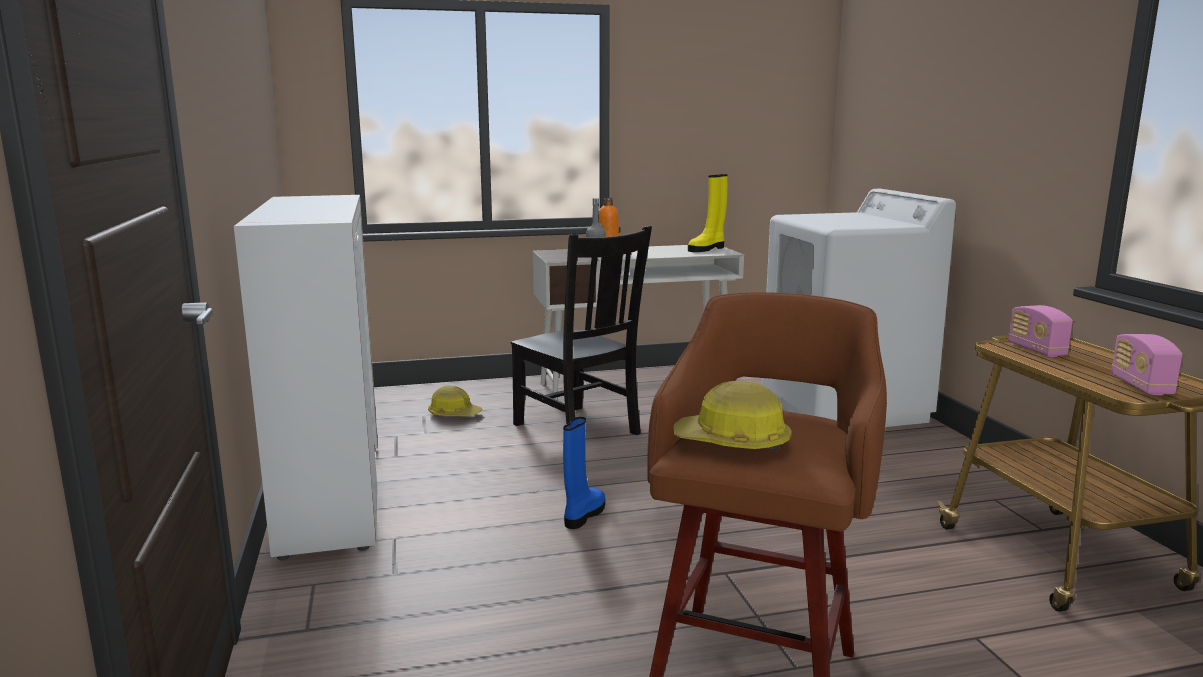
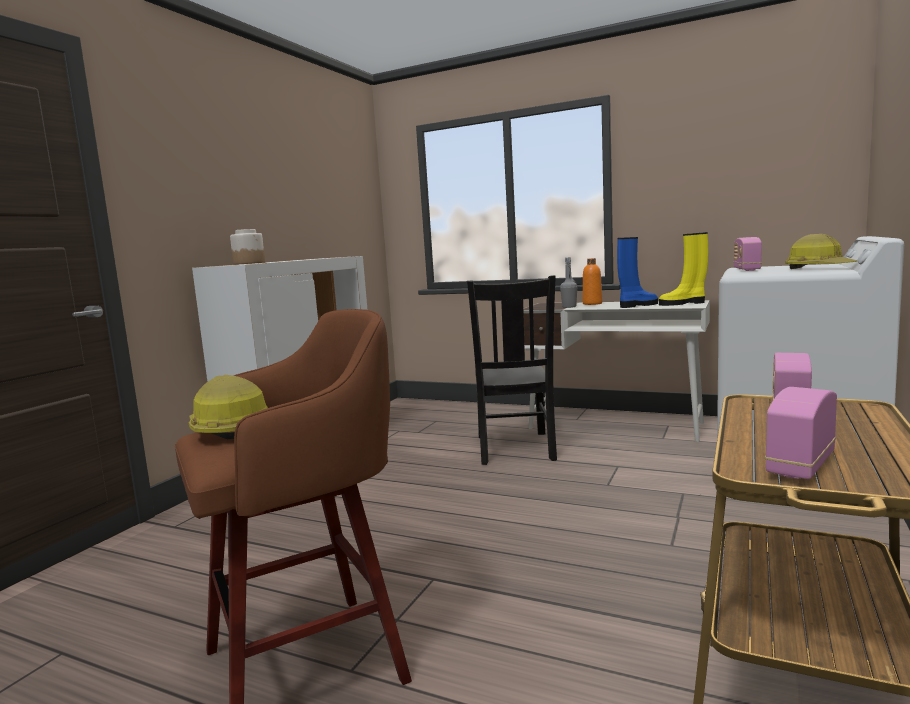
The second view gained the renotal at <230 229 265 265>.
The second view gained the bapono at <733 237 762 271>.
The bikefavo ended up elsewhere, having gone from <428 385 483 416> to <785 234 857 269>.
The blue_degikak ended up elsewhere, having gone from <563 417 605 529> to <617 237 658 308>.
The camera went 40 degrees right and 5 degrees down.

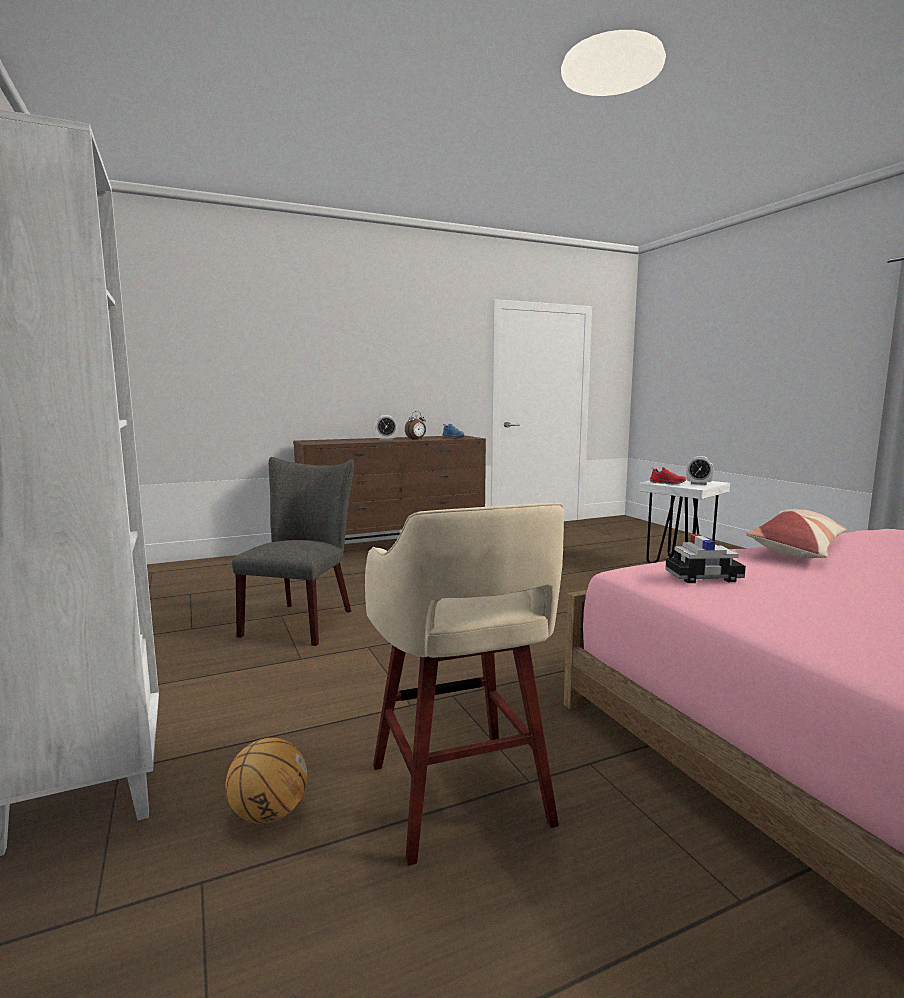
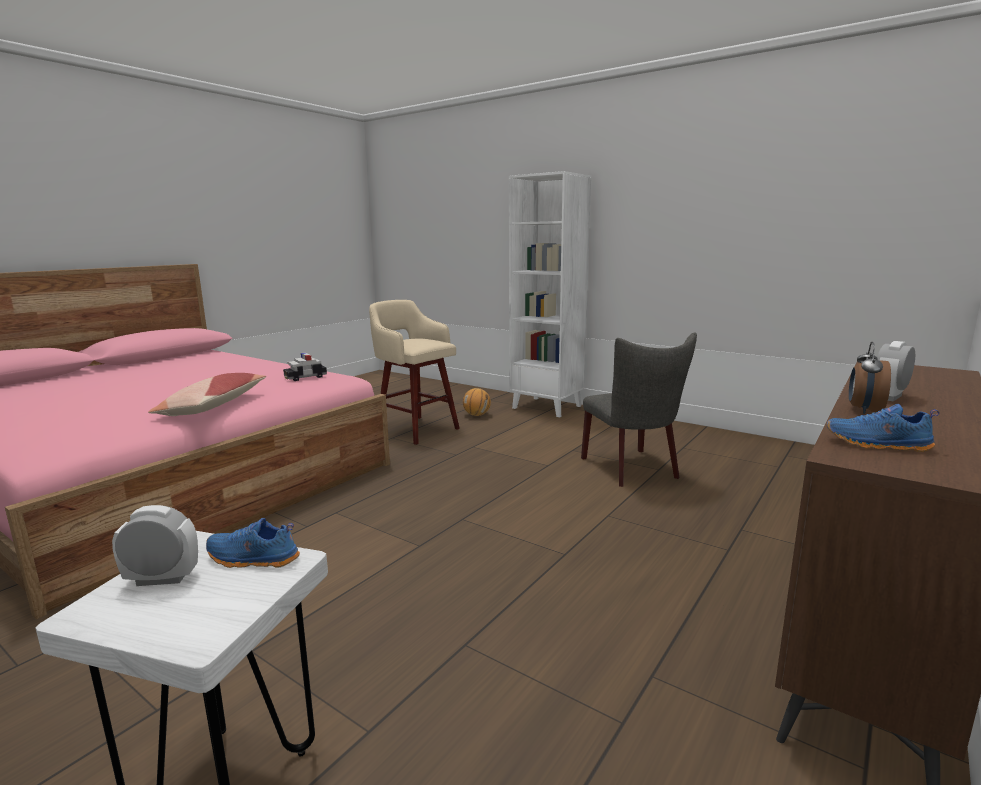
What was the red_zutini at <649 467 686 485> turned into the blue_zutini at <206 518 300 568>.
The camera went 150 degrees right and 5 degrees up.

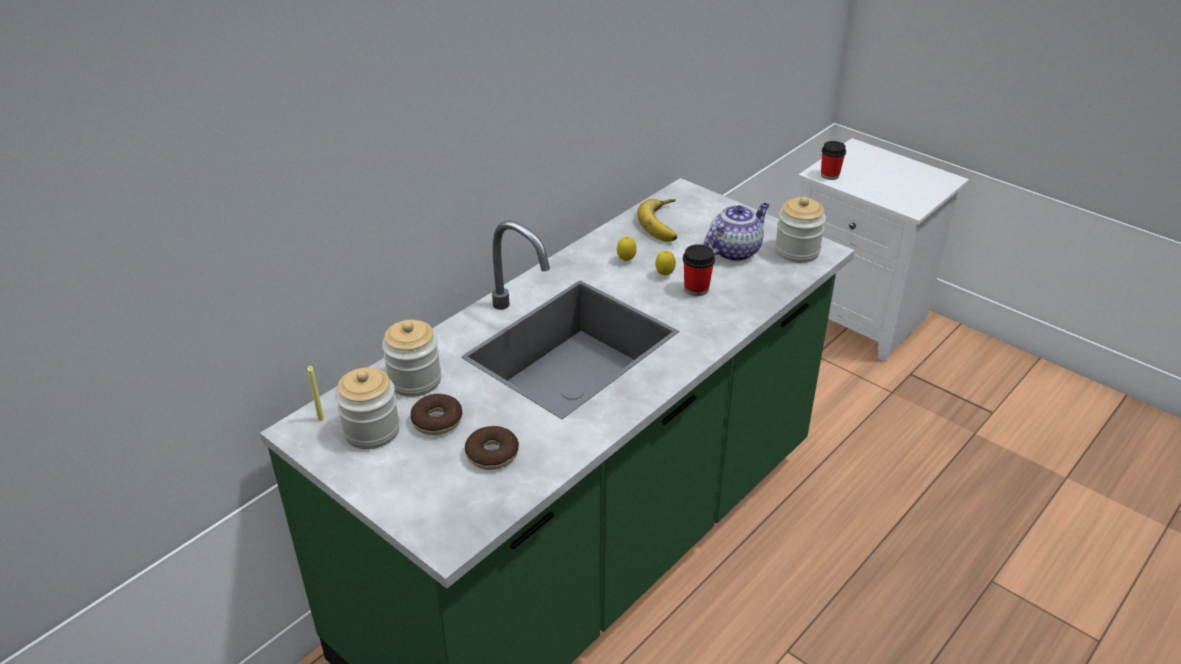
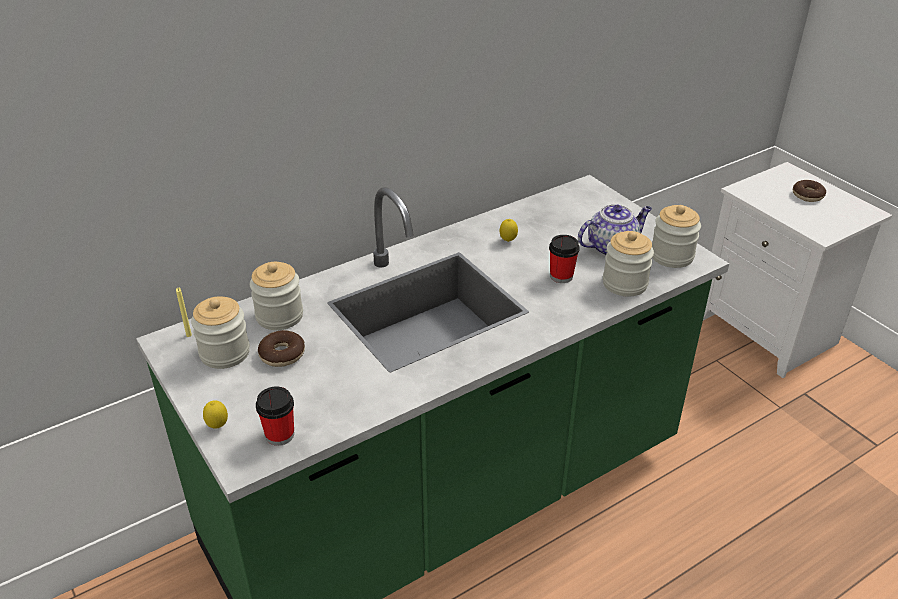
The second view lost the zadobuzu at <637 199 677 242>.
The second view gained the renotal at <603 231 654 297>.
The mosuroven ended up elsewhere, having gone from <465 426 519 470> to <793 180 826 202>.
The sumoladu ended up elsewhere, having gone from <655 251 676 276> to <203 400 228 428>.
The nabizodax ended up elsewhere, having gone from <821 141 846 180> to <256 386 294 446>.
The camera went 15 degrees right and 0 degrees up.

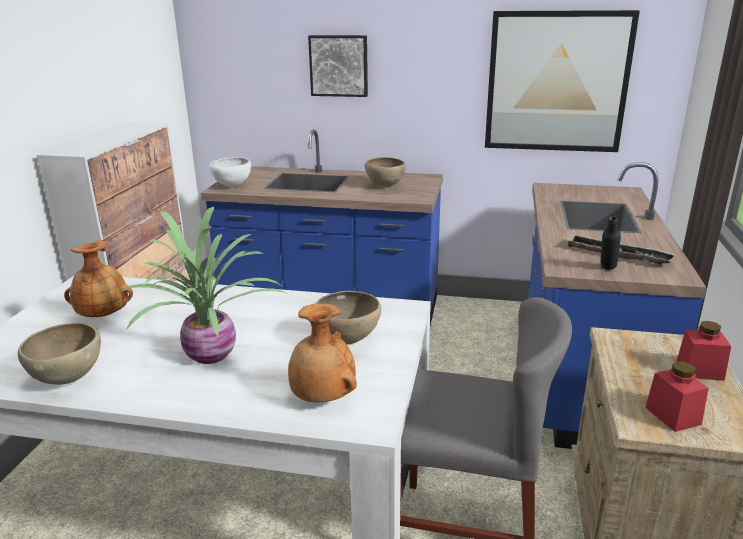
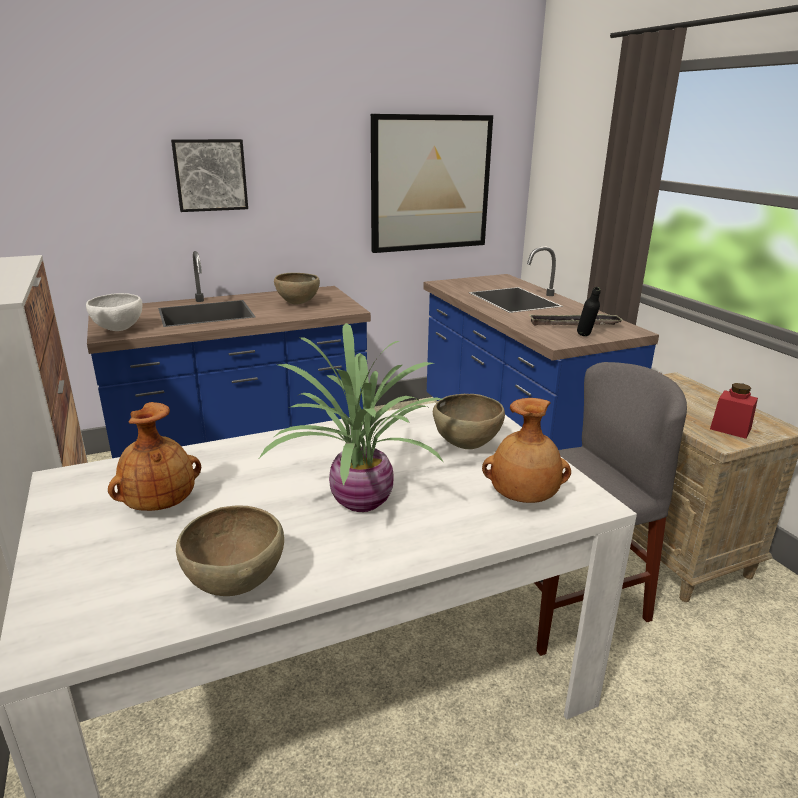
The second view lost the red_renotal at <677 321 731 381>.
The camera went 35 degrees left and 0 degrees up.

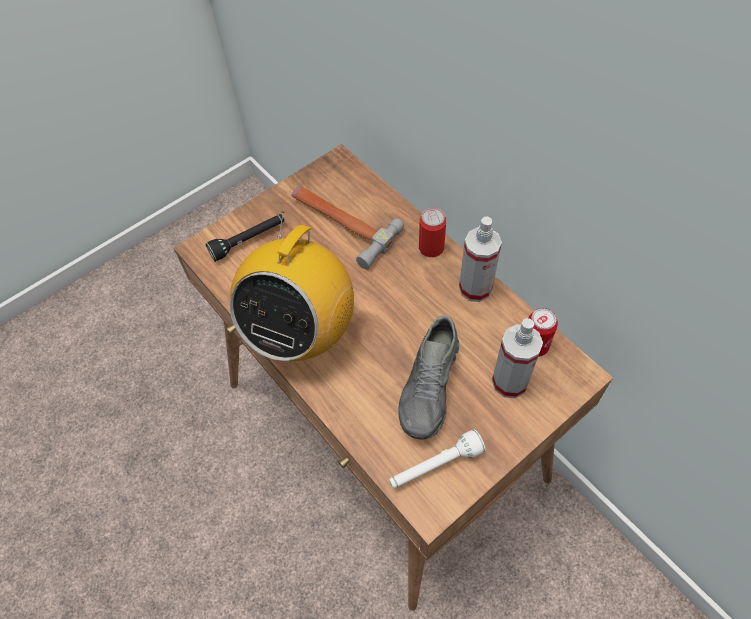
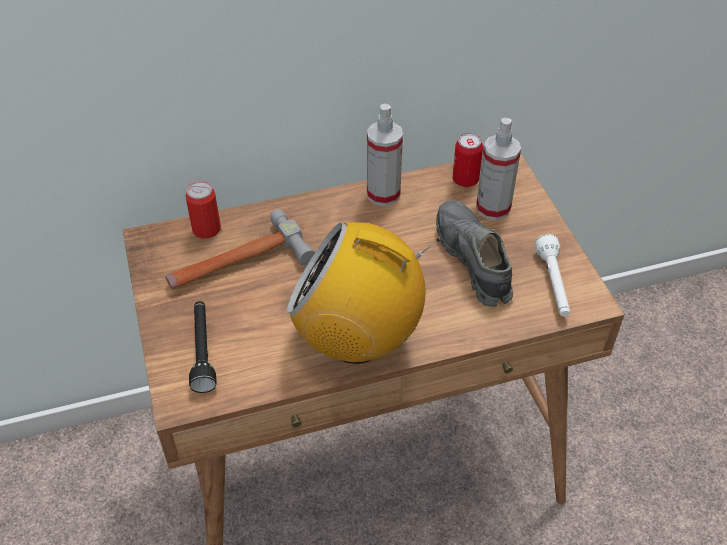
The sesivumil ended up elsewhere, having gone from <419 208 446 257> to <185 181 221 239>.
The bapono at <230 212 354 361> ended up facing another way, 150 degrees clockwise from before.
The grey_zutini at <399 315 459 440> ended up facing another way, 150 degrees counterclockwise from before.
The camera went 70 degrees left and 10 degrees down.

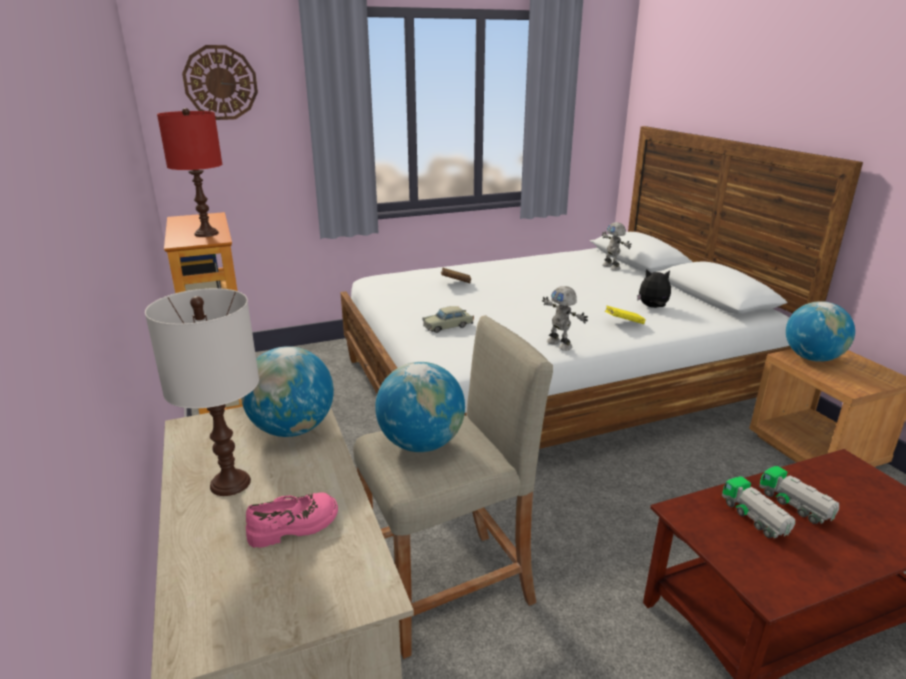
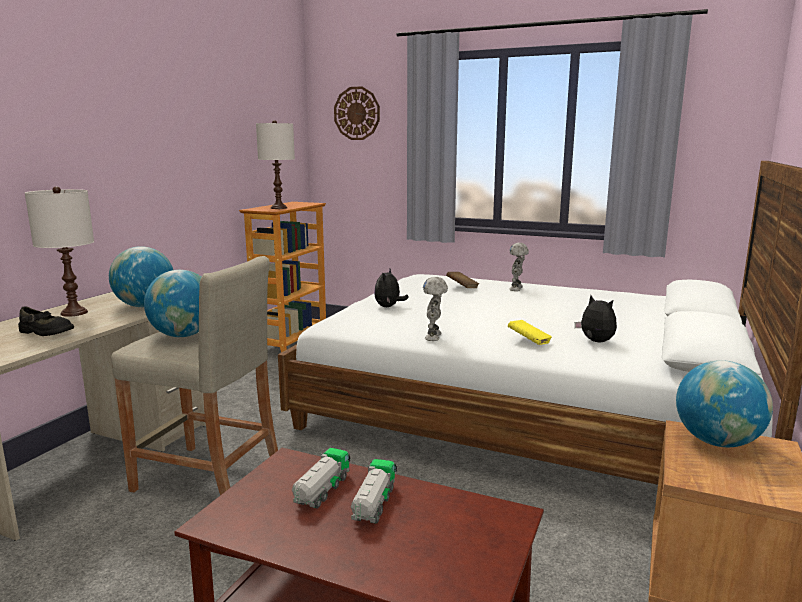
The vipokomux ended up elsewhere, having gone from <602 222 632 271> to <509 243 529 291>.
Where the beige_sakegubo stood at <422 306 474 333>, the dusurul came to stand at <374 269 409 307>.
What was the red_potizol at <157 108 222 237> turned into the white_potizol at <256 120 295 209>.
What was the pink_zutini at <246 492 338 548> turned into the black_zutini at <18 306 74 336>.
The camera went 45 degrees right and 10 degrees down.

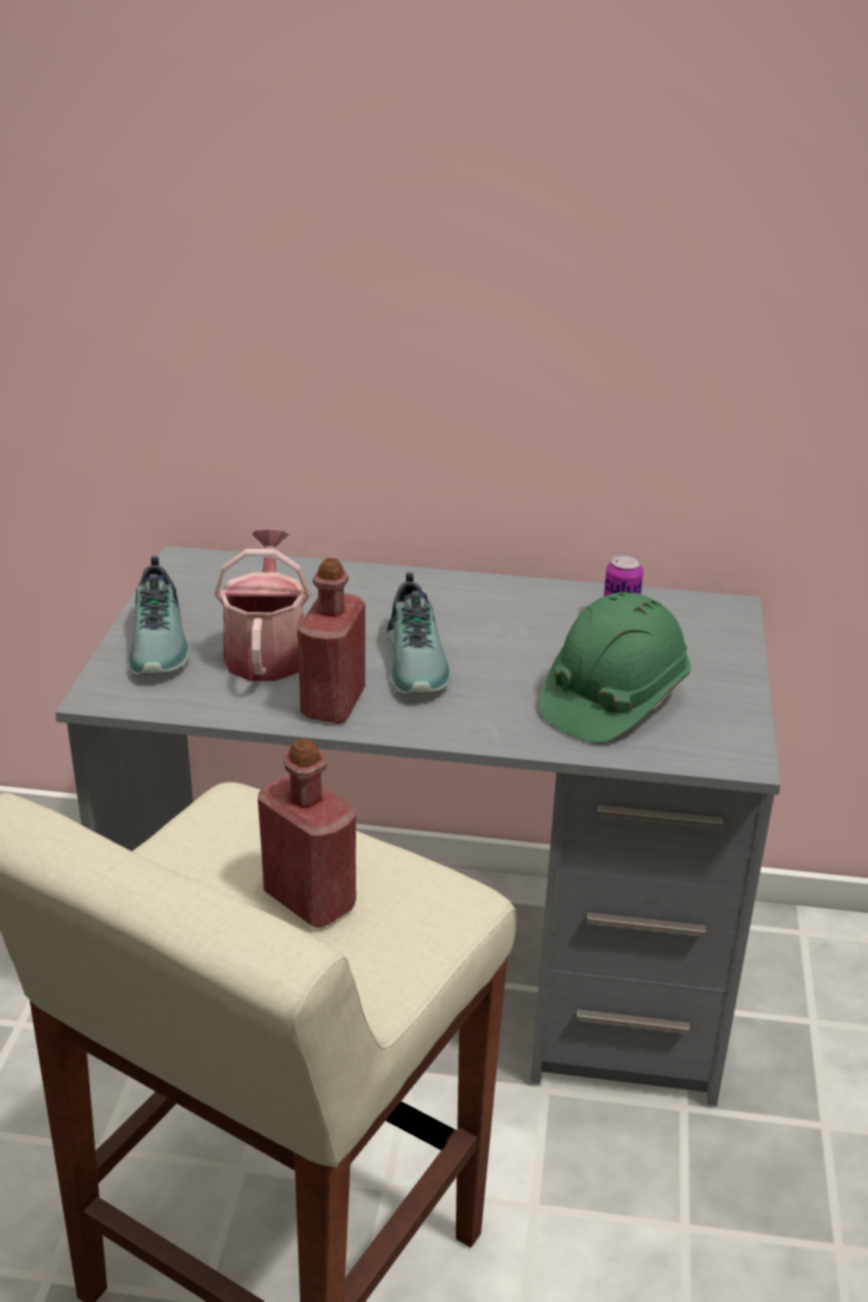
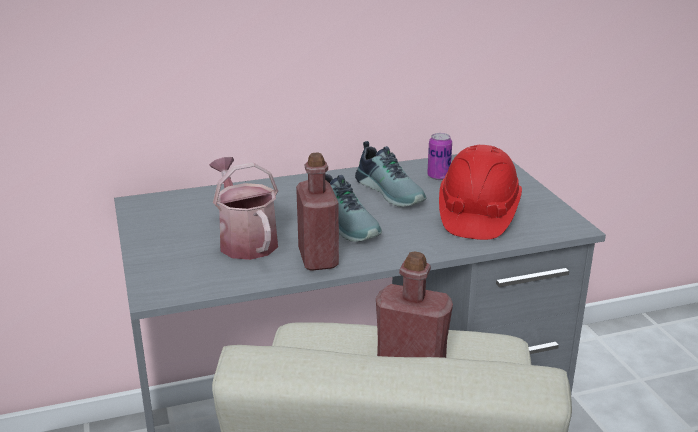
The zutini ended up elsewhere, having gone from <128 556 191 676> to <355 141 427 207>.
What was the green_bikefavo at <540 592 691 743> turned into the red_bikefavo at <439 145 522 240>.
The camera went 25 degrees left and 5 degrees down.

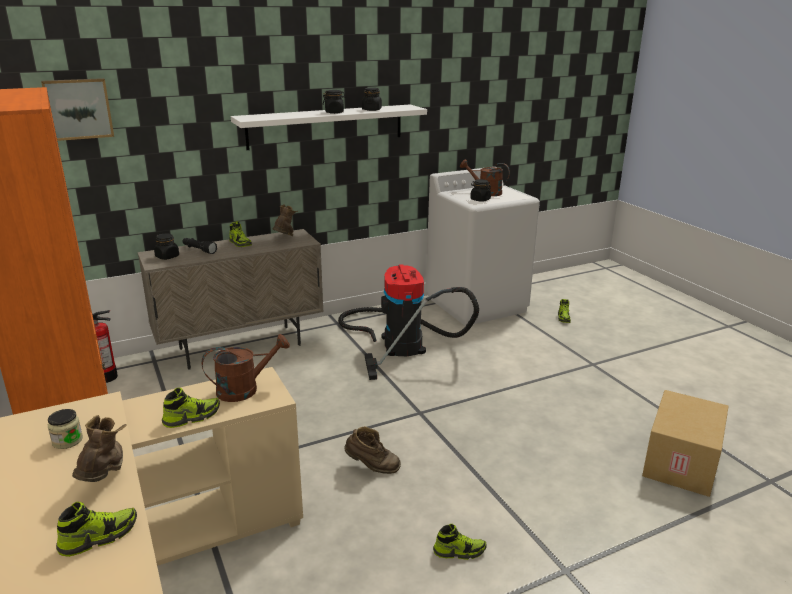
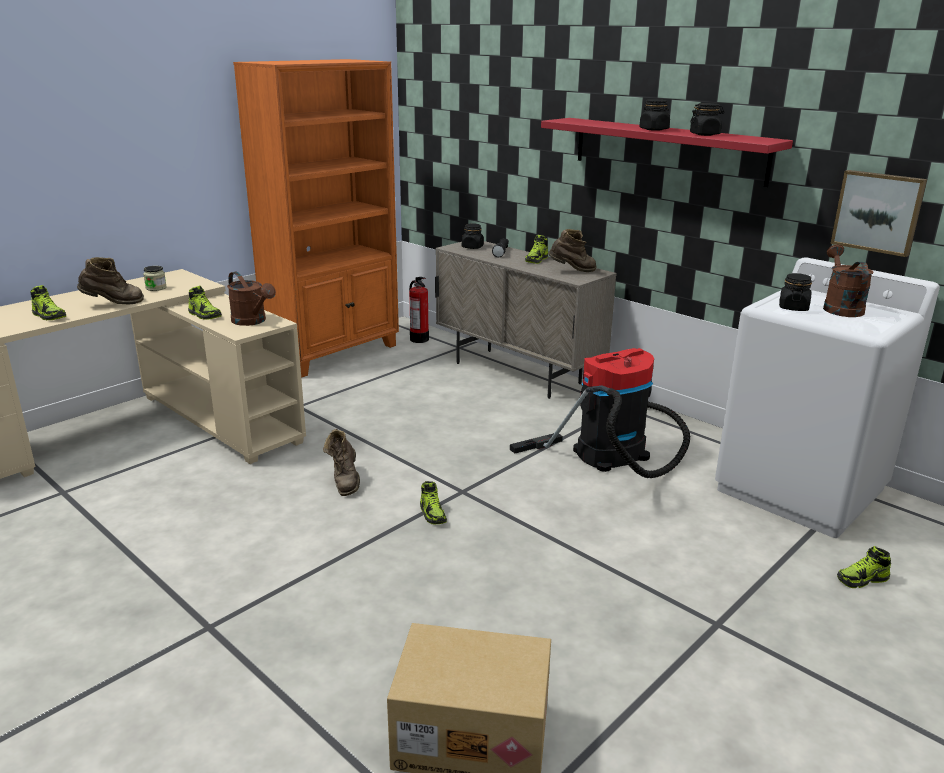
The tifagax ended up elsewhere, having gone from <41 78 114 141> to <830 170 927 257>.
The zutini ended up elsewhere, having gone from <433 524 487 560> to <420 481 447 524>.
What was the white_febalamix at <231 104 427 150> turned into the red_febalamix at <541 118 793 187>.
The camera went 70 degrees right and 0 degrees up.

